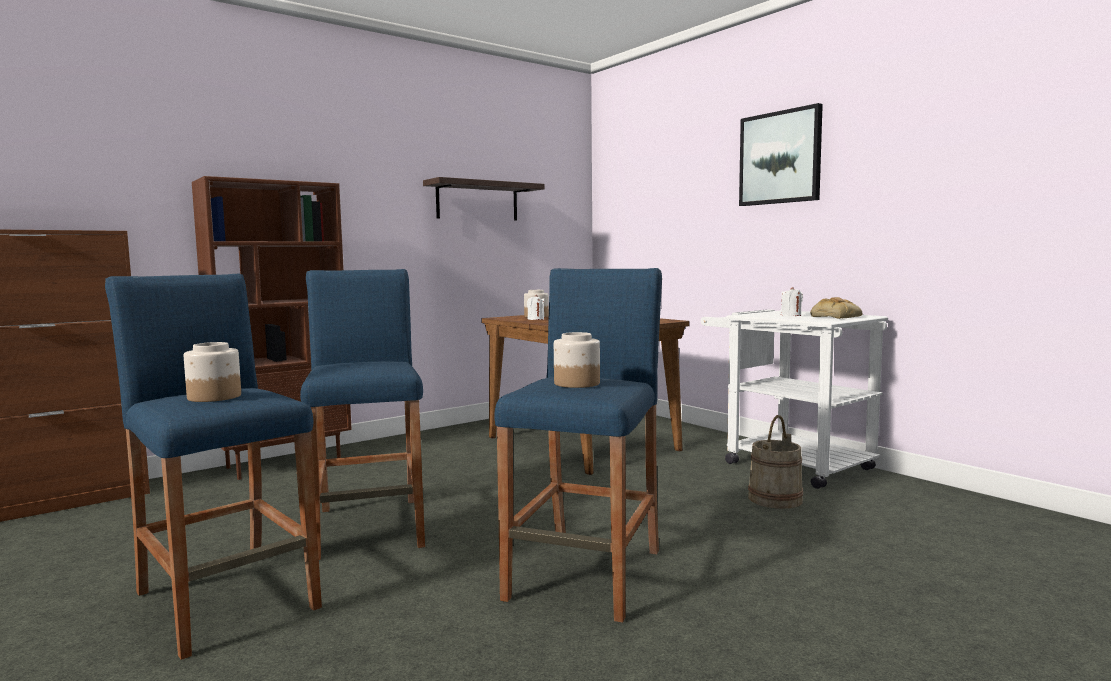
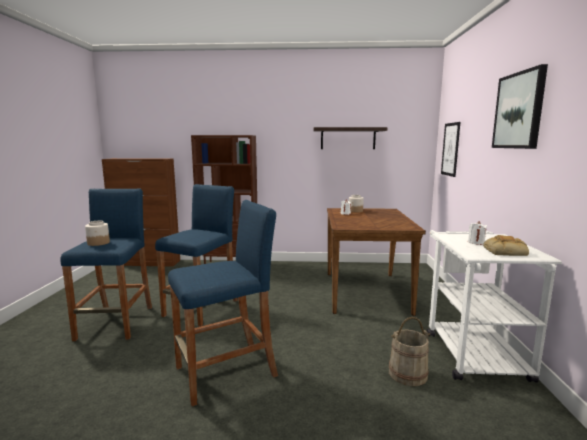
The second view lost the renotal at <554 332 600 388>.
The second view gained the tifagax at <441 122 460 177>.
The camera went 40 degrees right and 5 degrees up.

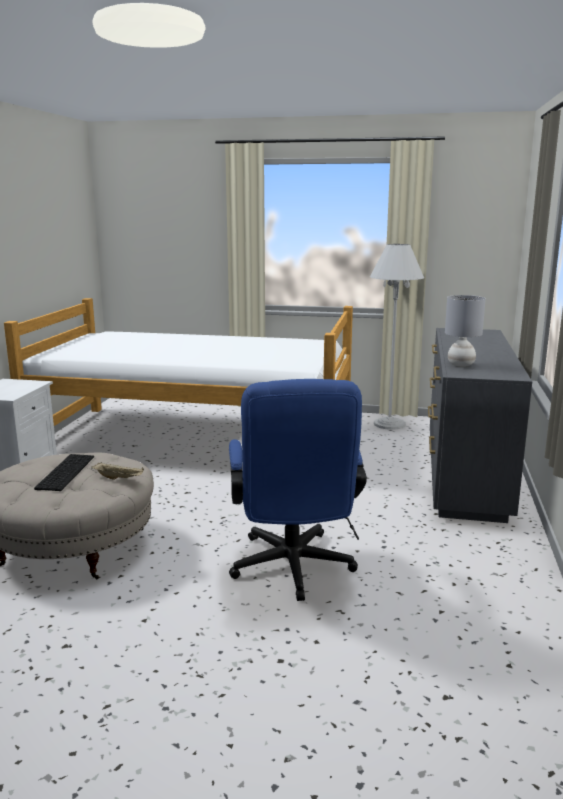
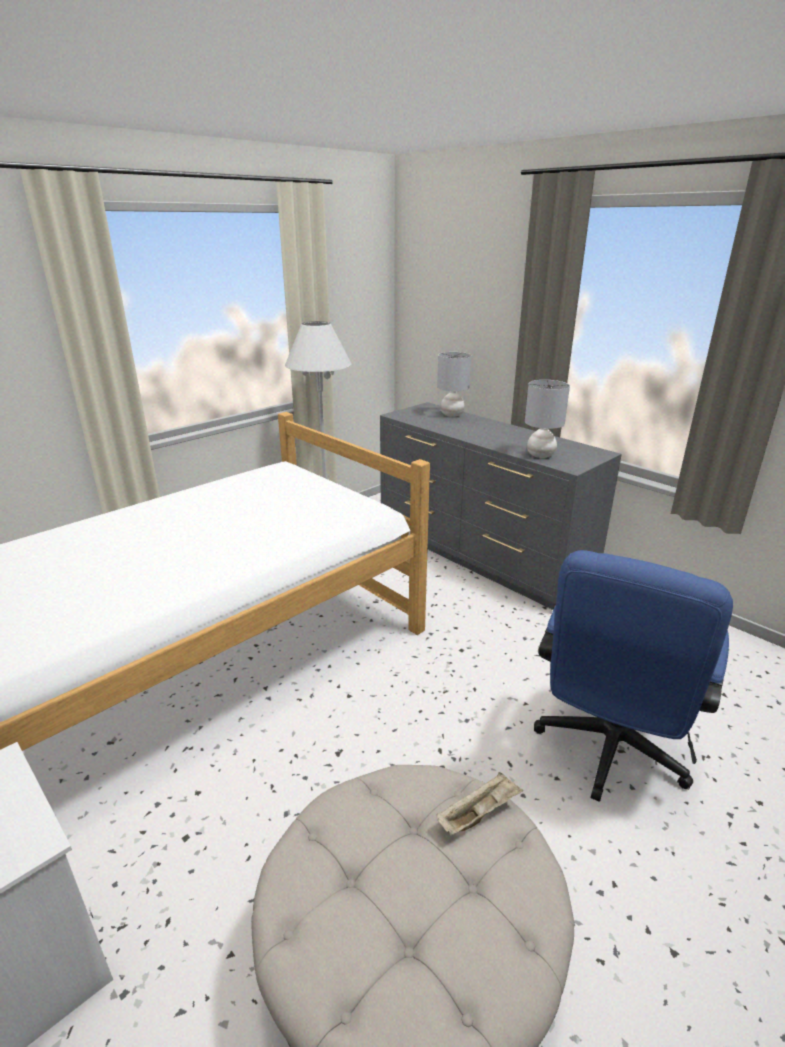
The second view lost the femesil at <34 454 94 491>.
The second view gained the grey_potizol at <437 352 471 417>.
The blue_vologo at <229 379 367 601> ended up facing another way, 90 degrees clockwise from before.
The camera went 55 degrees left and 10 degrees up.

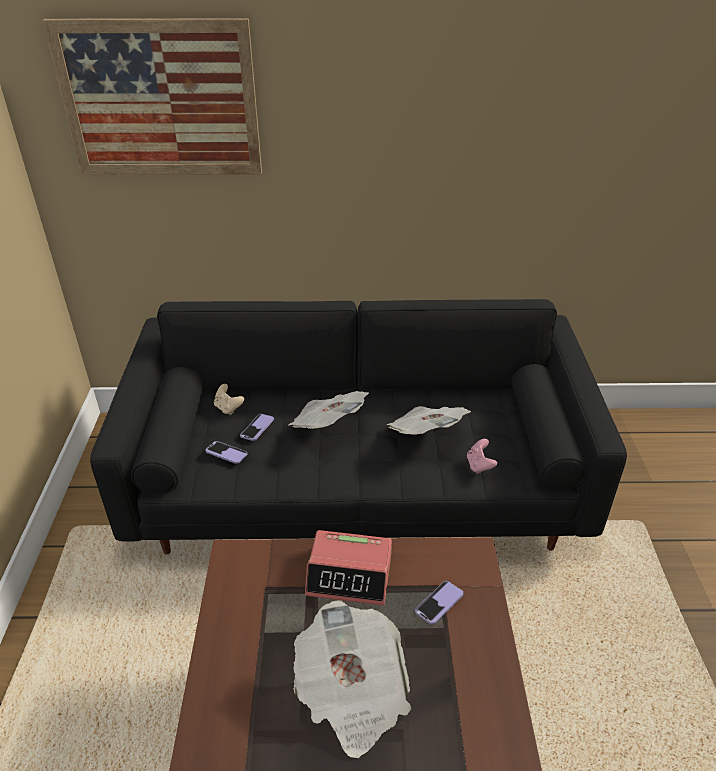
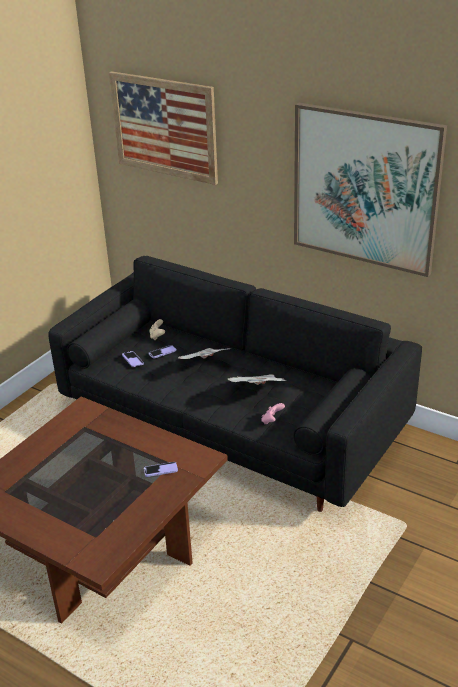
The second view lost the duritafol at <293 600 411 758>.
The second view lost the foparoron at <305 530 392 605>.
The second view gained the tifagax at <294 103 447 277>.
The camera went 35 degrees right and 5 degrees down.

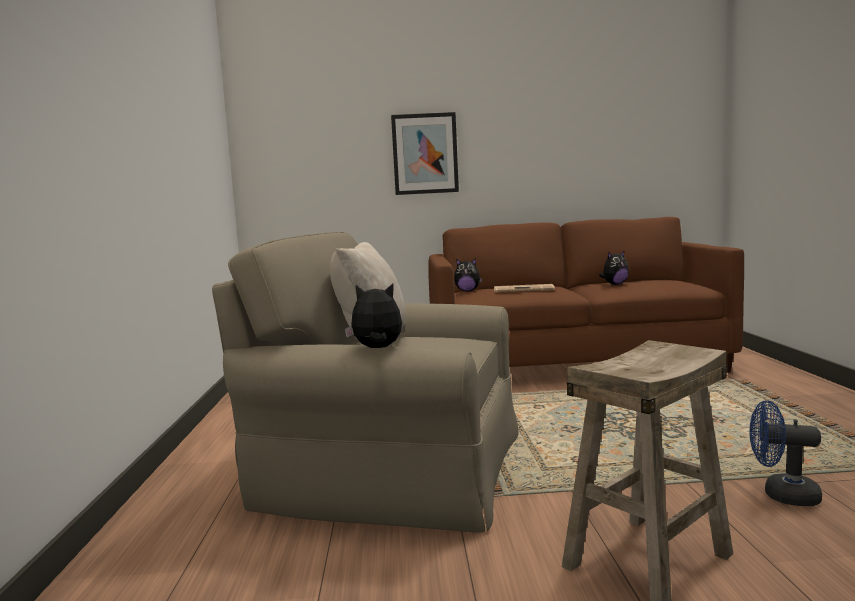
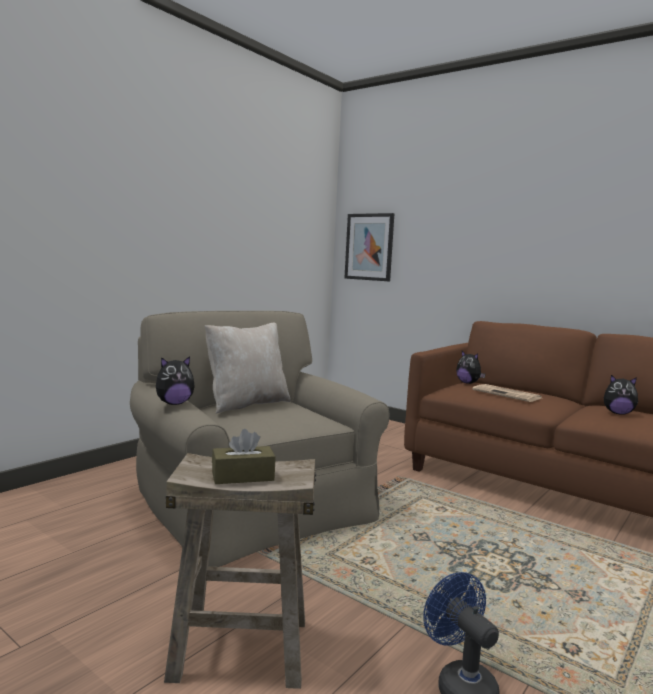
The second view gained the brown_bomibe at <212 429 275 484>.
The tifagax ended up elsewhere, having gone from <391 112 459 195> to <344 213 394 281>.
The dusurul at <345 284 402 348> ended up facing another way, 105 degrees clockwise from before.
The camera went 40 degrees right and 0 degrees up.

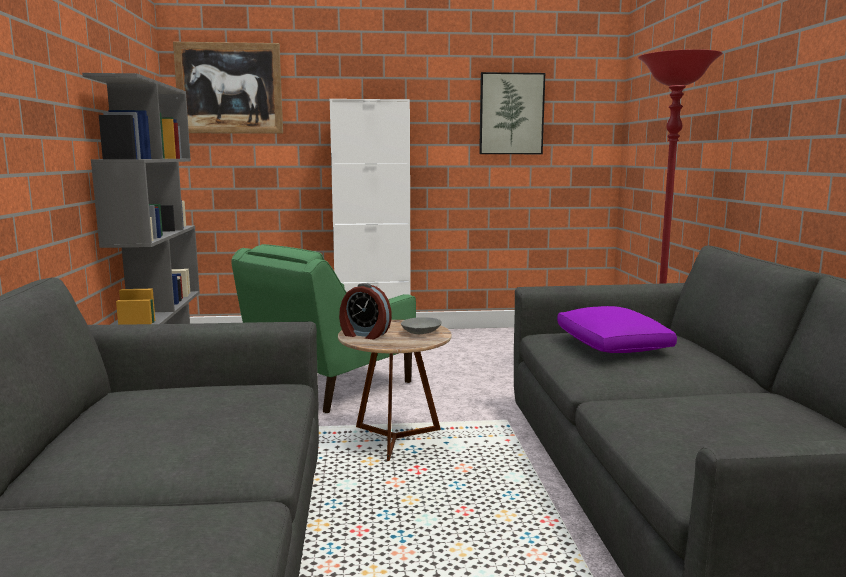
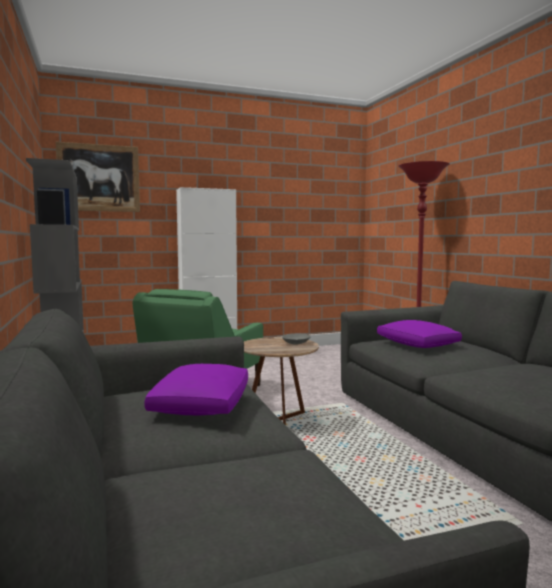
The second view lost the foparoron at <339 283 392 339>.
The second view lost the tifagax at <479 72 545 154>.
The second view gained the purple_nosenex at <144 364 248 416>.
The camera went 15 degrees left and 5 degrees down.

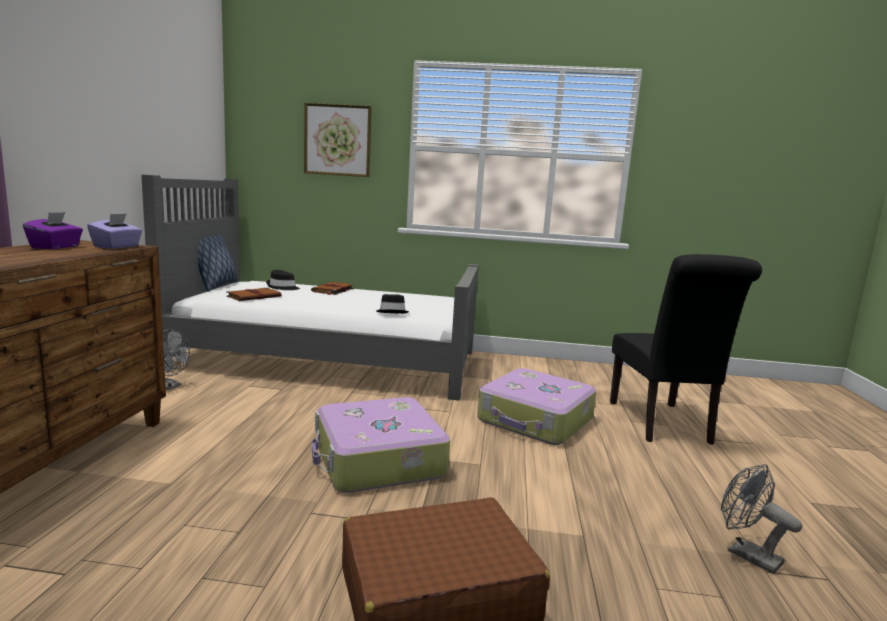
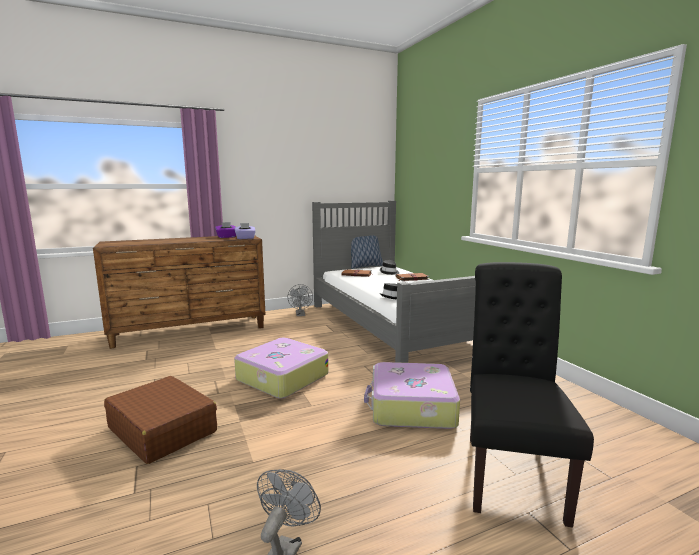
The second view lost the tifagax at <304 103 372 177>.
The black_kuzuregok at <610 254 762 445> ended up facing another way, 135 degrees clockwise from before.
The camera went 60 degrees right and 0 degrees up.

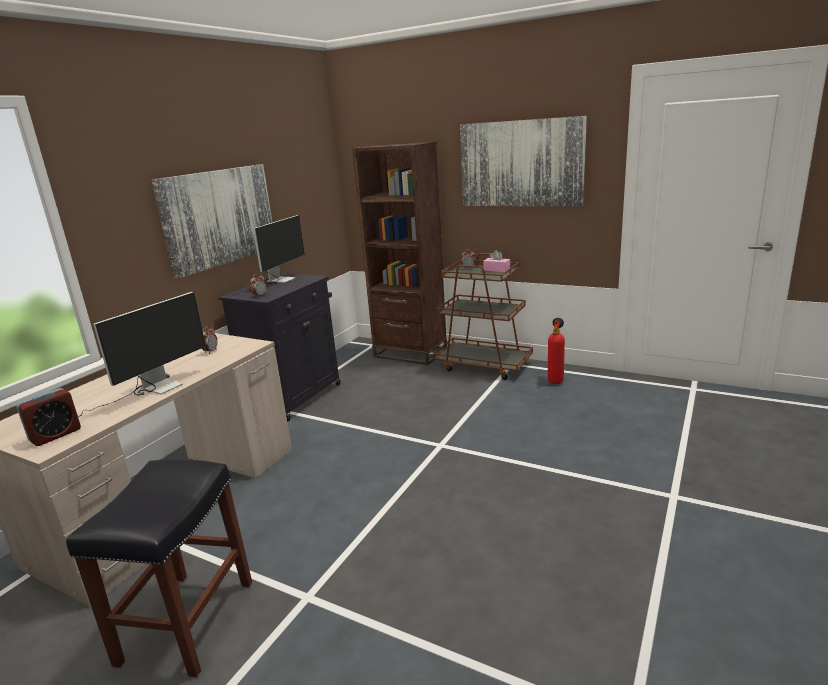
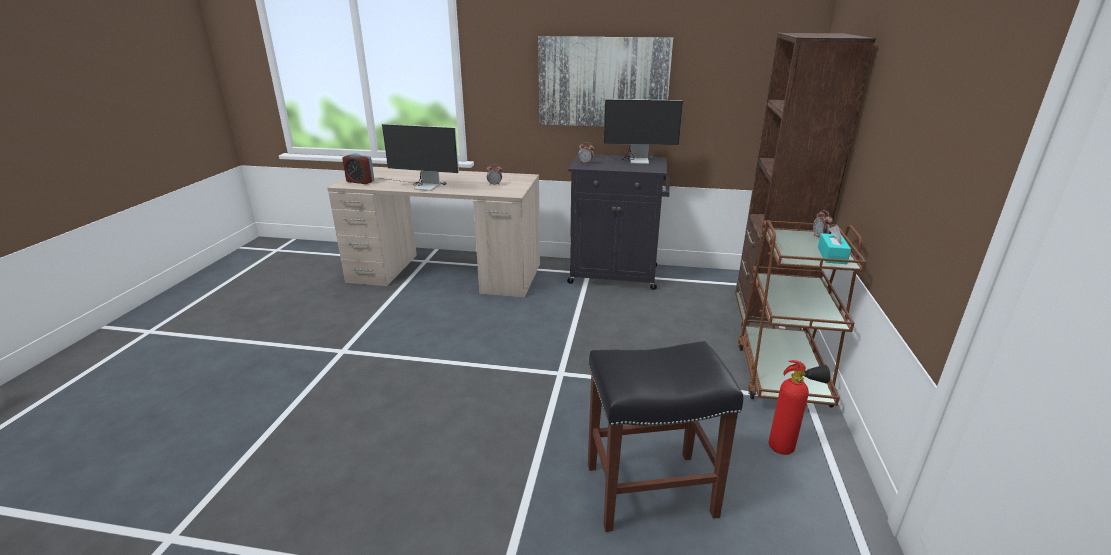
The second view lost the tifagax at <460 116 587 206>.
The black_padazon ended up elsewhere, having gone from <66 459 252 677> to <588 341 743 532>.
What was the pink_bomibe at <483 250 510 272> turned into the turquoise_bomibe at <818 225 851 264>.
The camera went 70 degrees right and 5 degrees up.

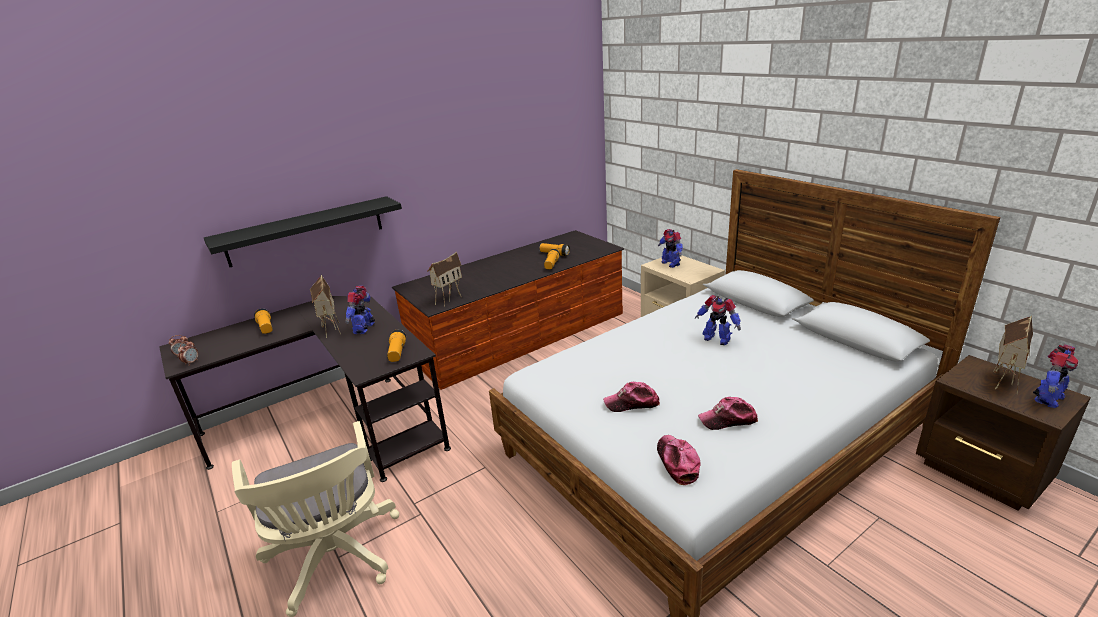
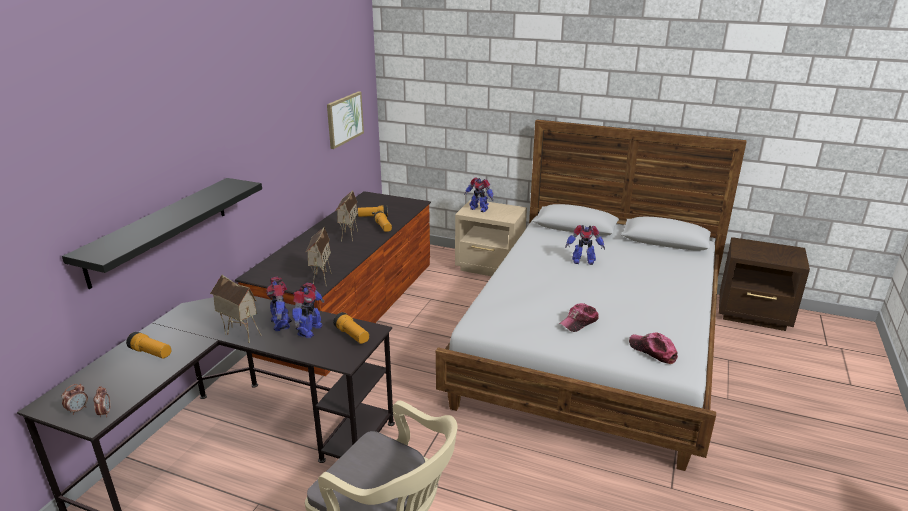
The second view lost the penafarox at <698 397 758 430>.
The second view gained the tifagax at <327 91 364 149>.
The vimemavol ended up elsewhere, having gone from <993 315 1033 393> to <336 190 358 242>.
The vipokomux ended up elsewhere, having gone from <1033 345 1078 408> to <292 283 324 338>.
The camera went 35 degrees left and 0 degrees up.

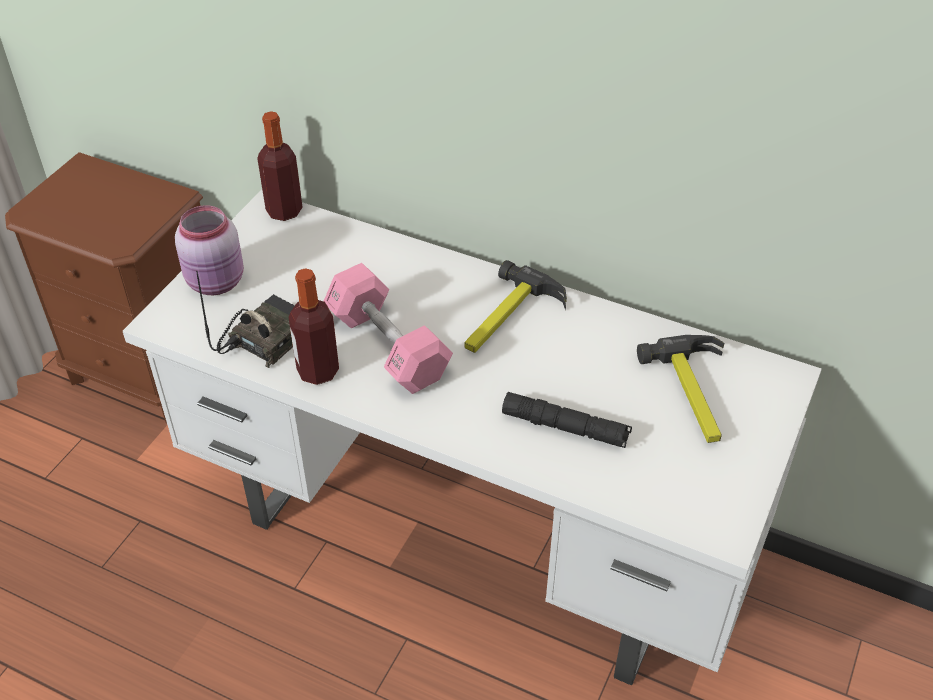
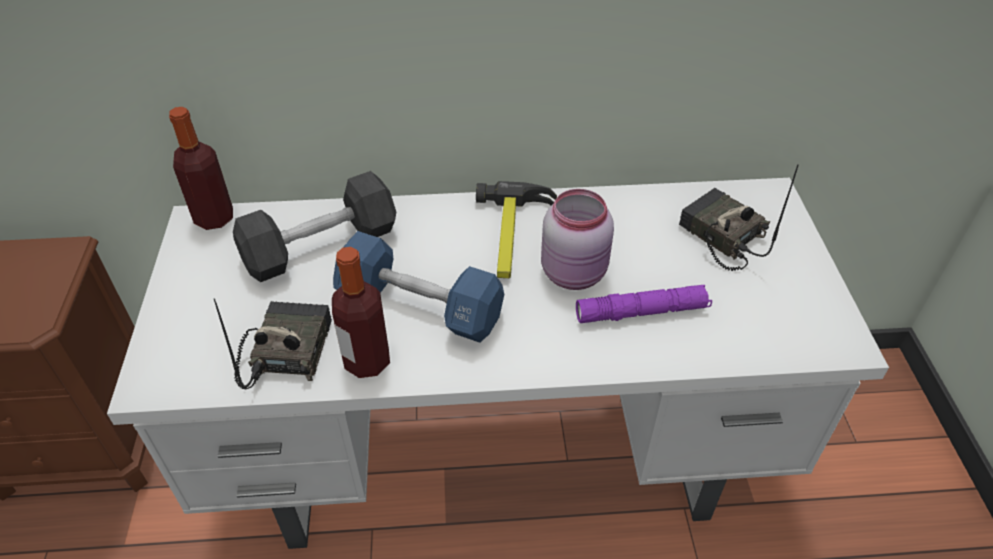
The second view gained the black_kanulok at <233 171 396 282>.
The pink_renotal ended up elsewhere, having gone from <175 205 244 295> to <541 189 614 290>.
Where the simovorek stood at <637 335 724 443>, the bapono came to stand at <679 164 799 271>.
What was the pink_kanulok at <324 263 453 394> turned into the blue_kanulok at <333 231 504 343>.
What was the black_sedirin at <502 392 632 448> turned into the purple_sedirin at <576 285 712 323>.
The camera went 30 degrees left and 0 degrees up.

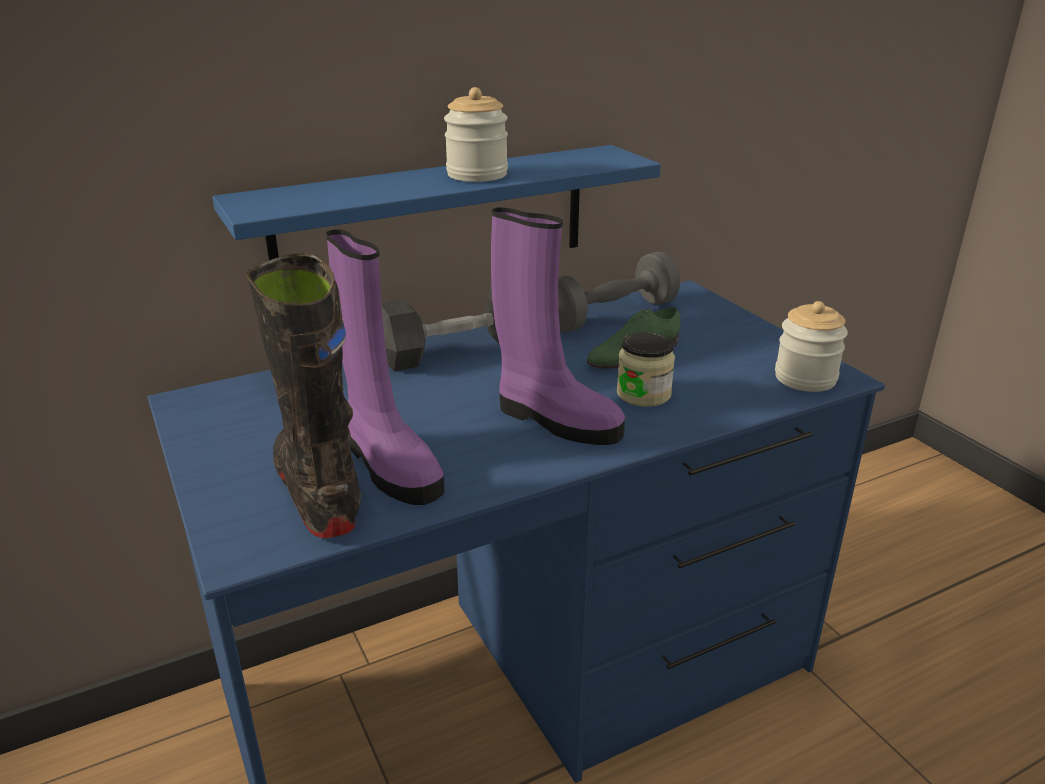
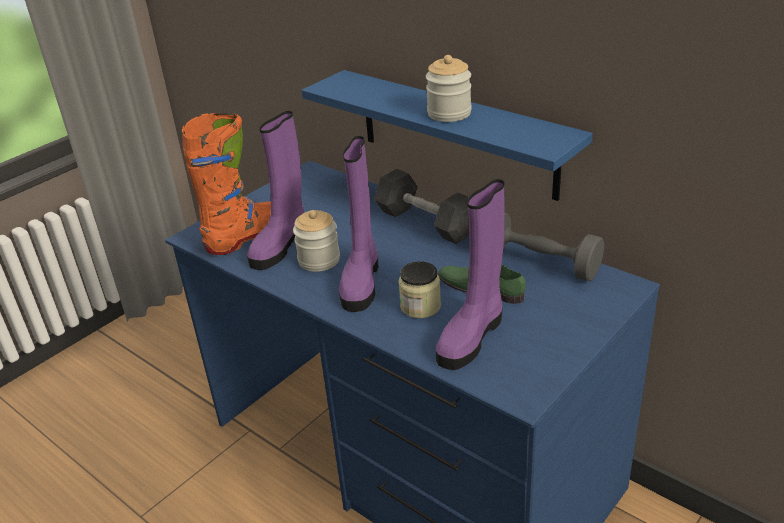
The second view gained the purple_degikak at <436 179 505 370>.
The renotal ended up elsewhere, having gone from <775 301 848 392> to <293 210 340 272>.
What was the black_degikak at <246 253 361 538> turned into the orange_degikak at <182 113 271 255>.
The camera went 70 degrees right and 5 degrees up.

